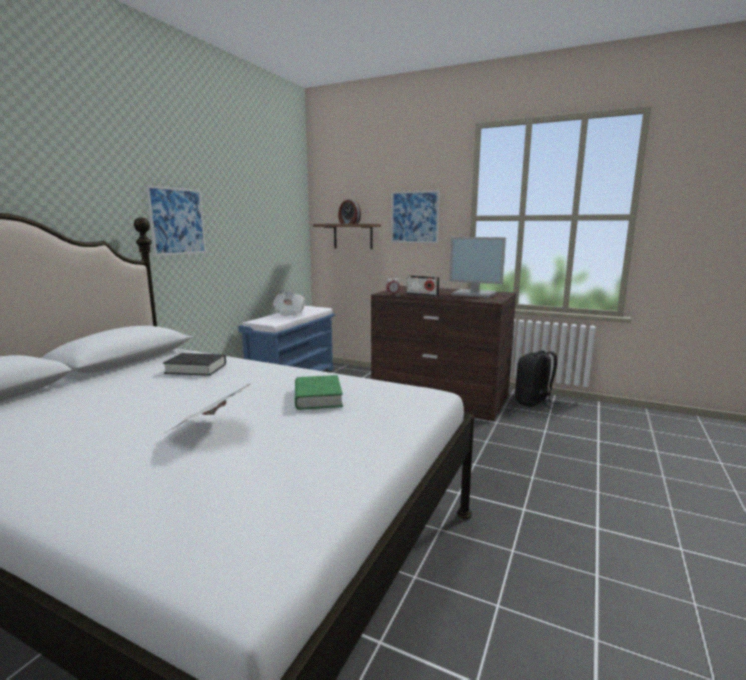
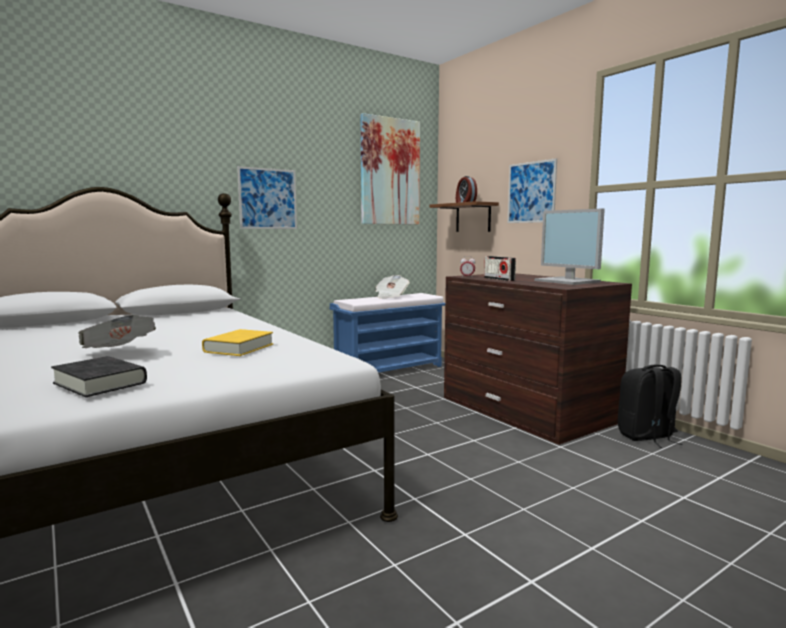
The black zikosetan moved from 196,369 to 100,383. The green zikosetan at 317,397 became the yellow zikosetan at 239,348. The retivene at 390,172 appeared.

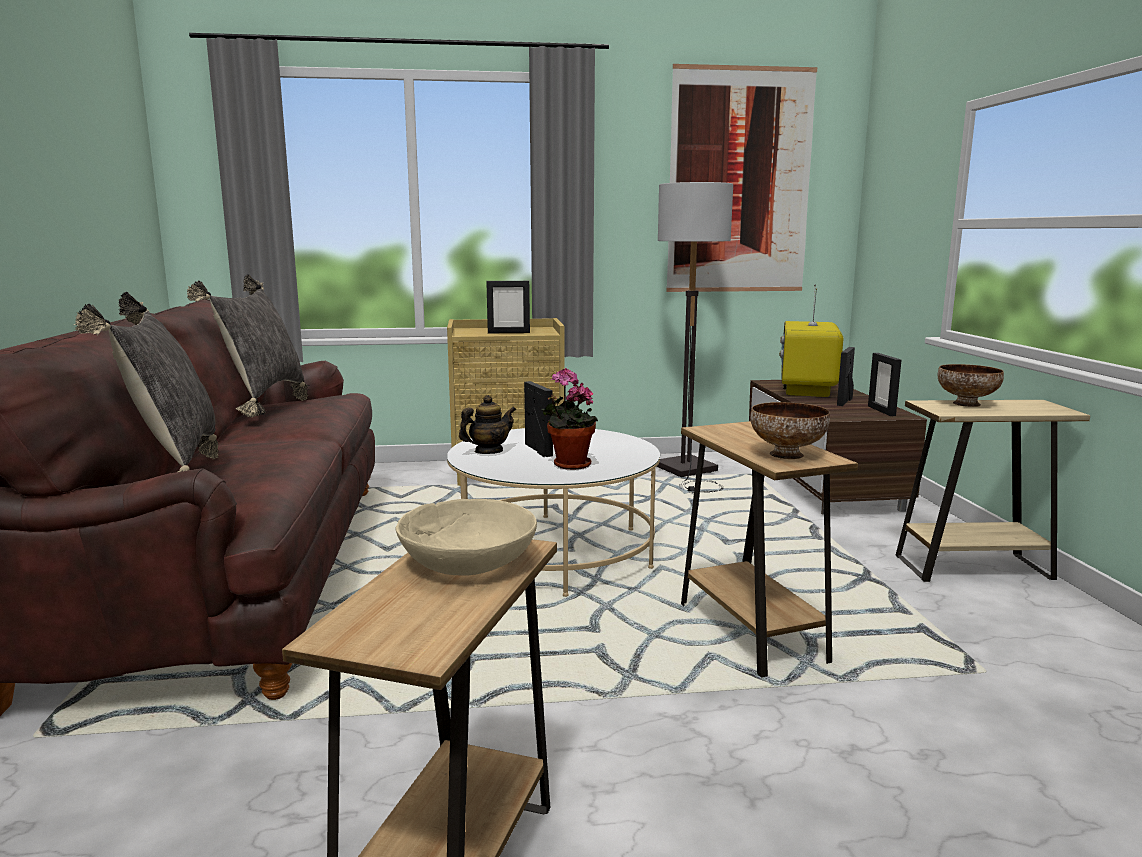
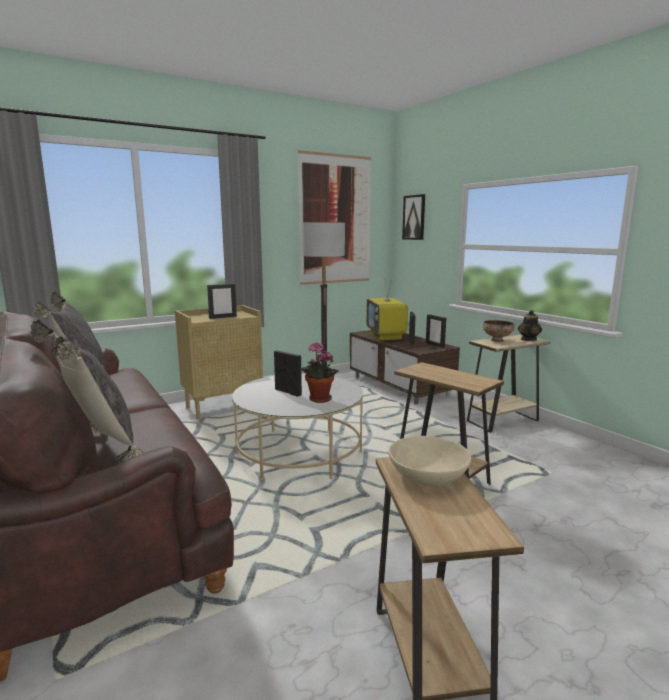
The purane moved from 488,451 to 528,339. The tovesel at 786,455 disappeared. The retivene at 414,217 appeared.

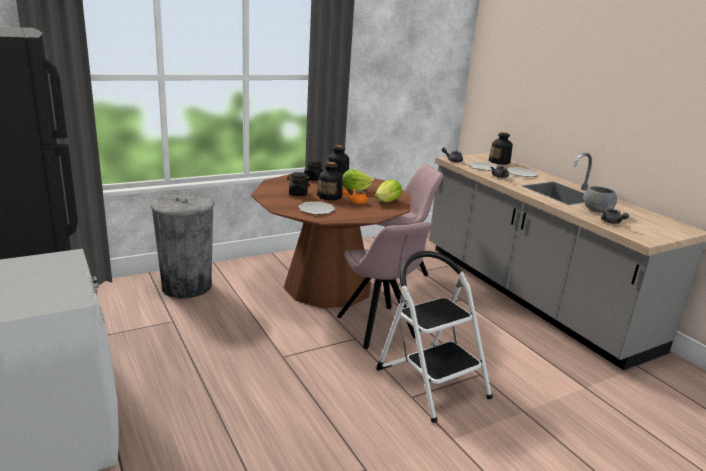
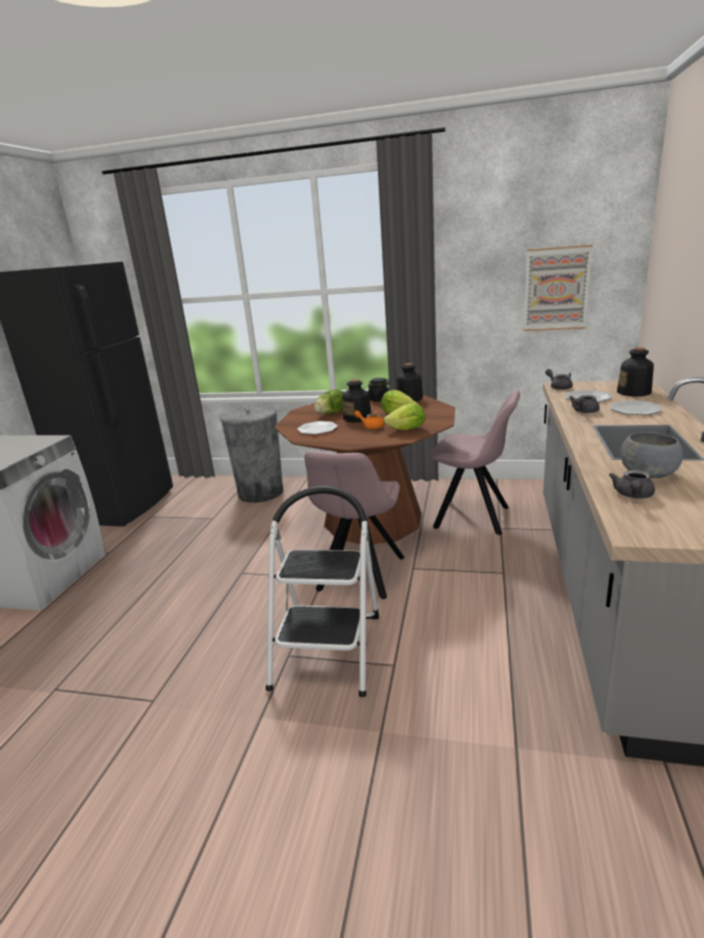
The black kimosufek at 298,194 was replaced by the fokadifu at 332,413. The retivene at 556,289 appeared.

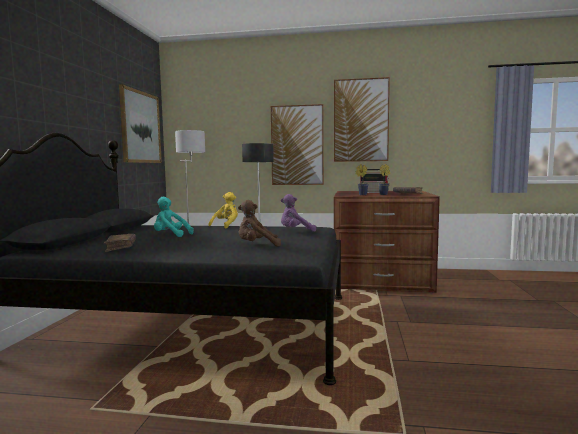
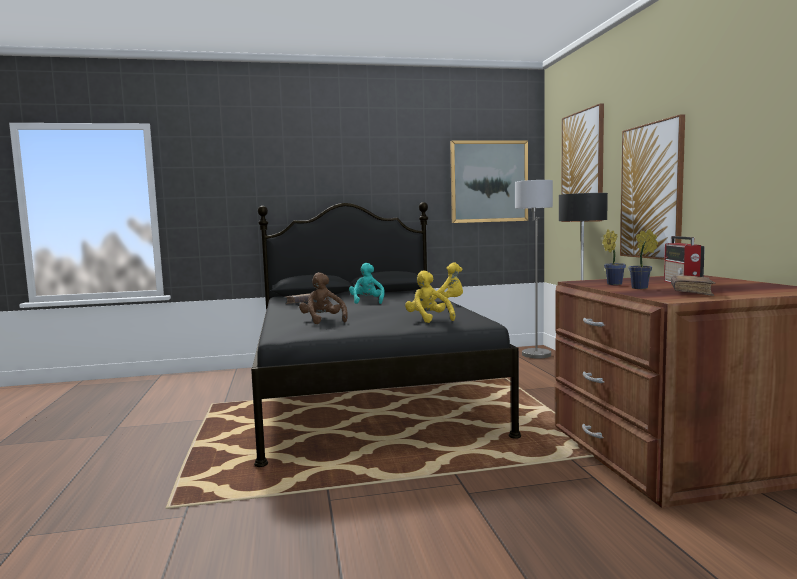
The retivene moved from 361,120 to 583,167. The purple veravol at 296,231 became the yellow veravol at 428,319.

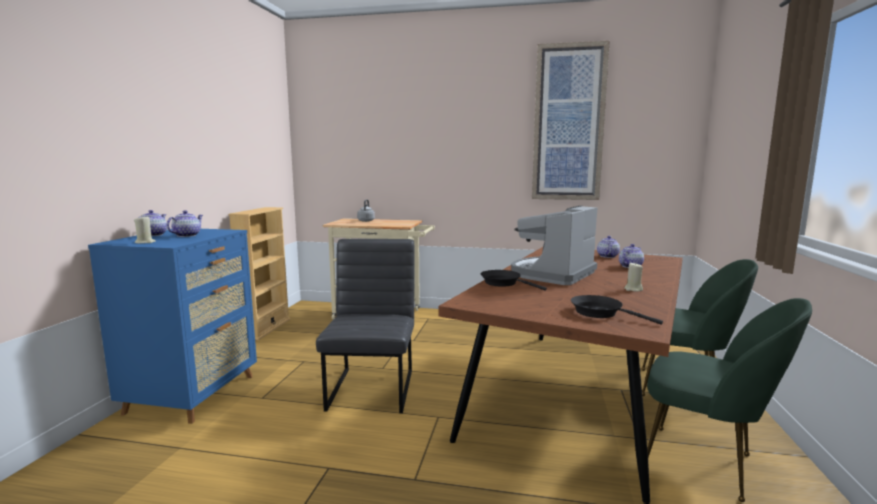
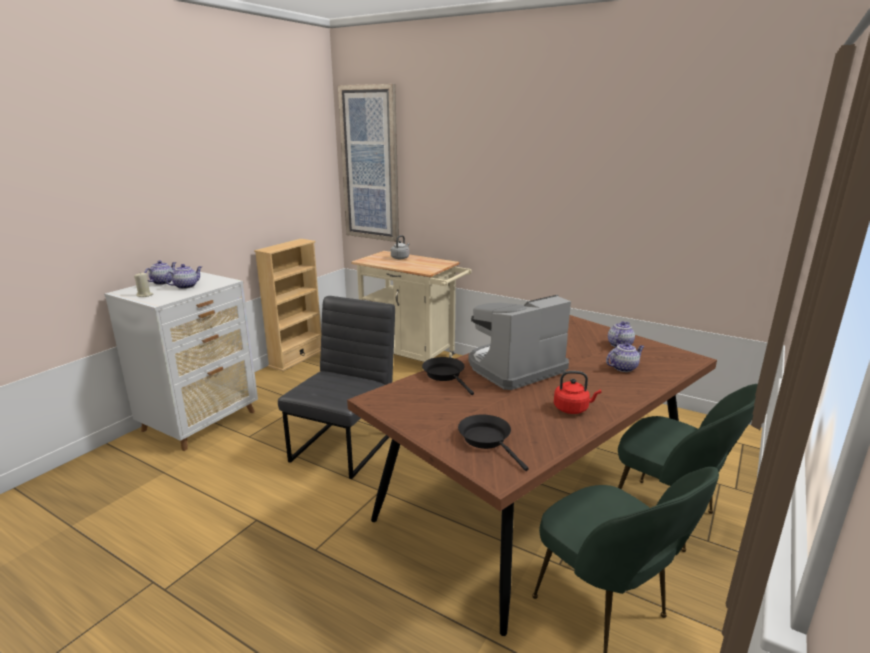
The retivene moved from 568,123 to 370,164. The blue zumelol at 193,393 became the white zumelol at 200,421. The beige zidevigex at 633,289 was replaced by the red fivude at 572,409.

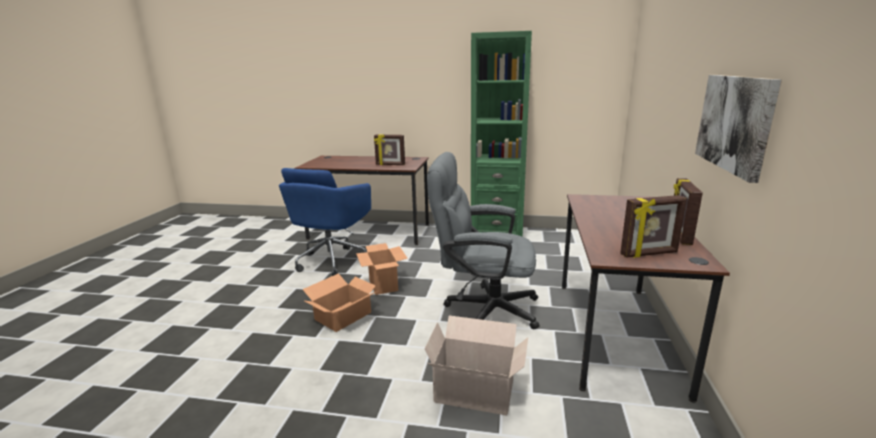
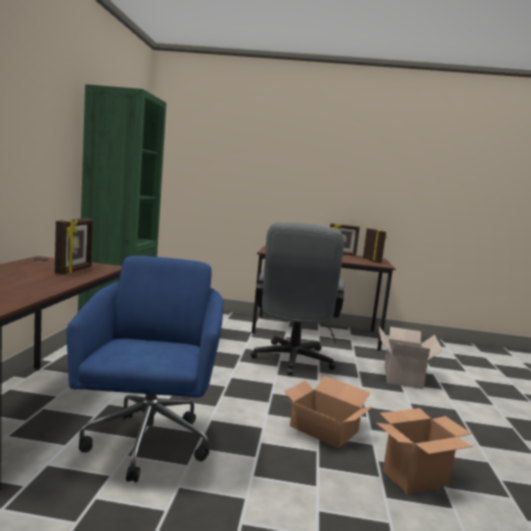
The retivene at 735,123 disappeared. The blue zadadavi at 333,260 turned 105 degrees counterclockwise. The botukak moved from 383,285 to 415,478.

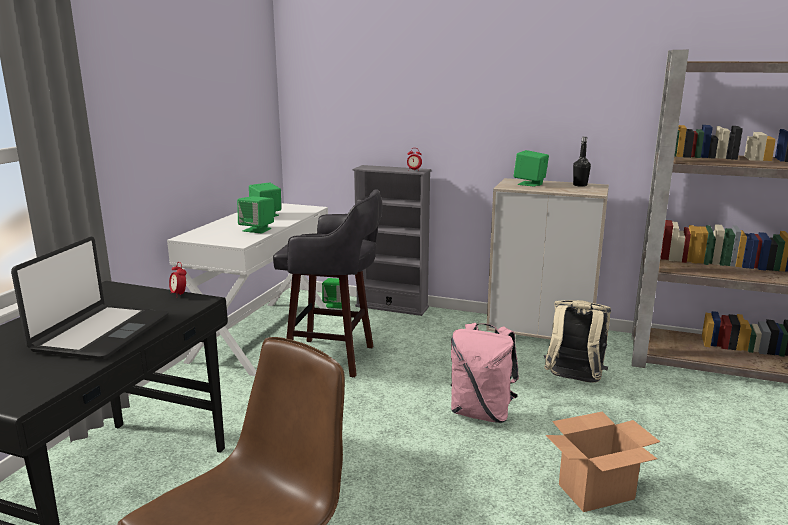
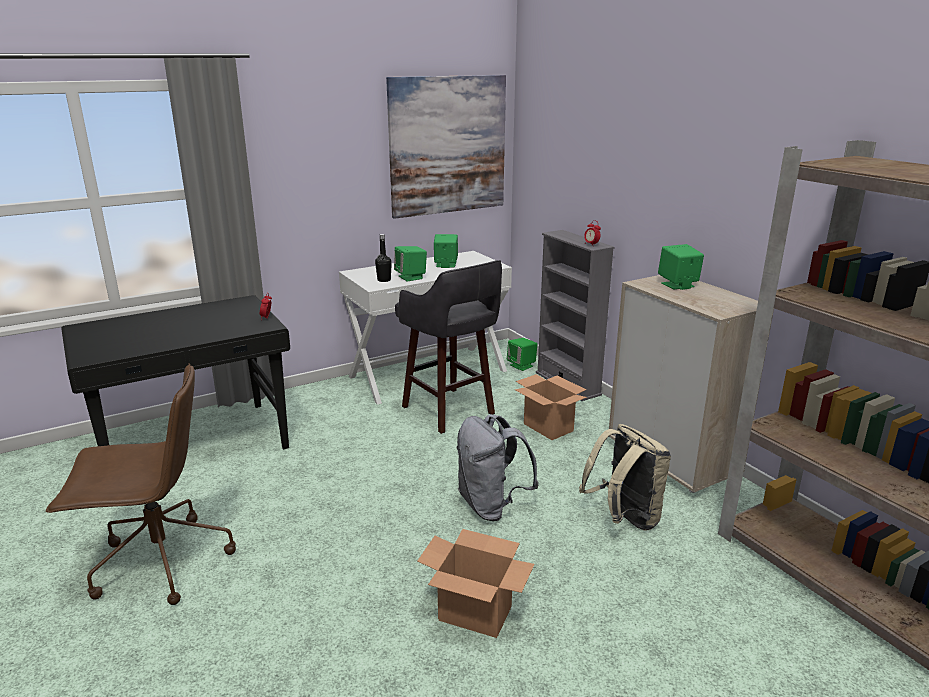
The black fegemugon moved from 580,185 to 384,280. The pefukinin at 101,333 disappeared. The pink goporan at 481,413 became the grey goporan at 491,506. The retivene at 448,145 appeared. The botukak at 547,427 appeared.

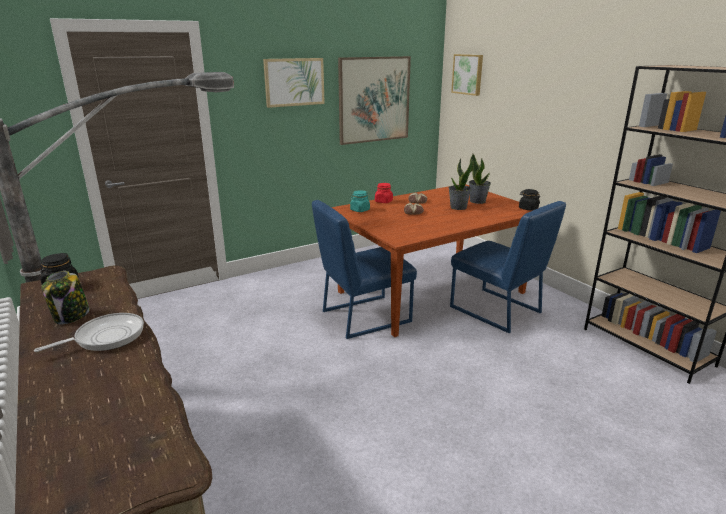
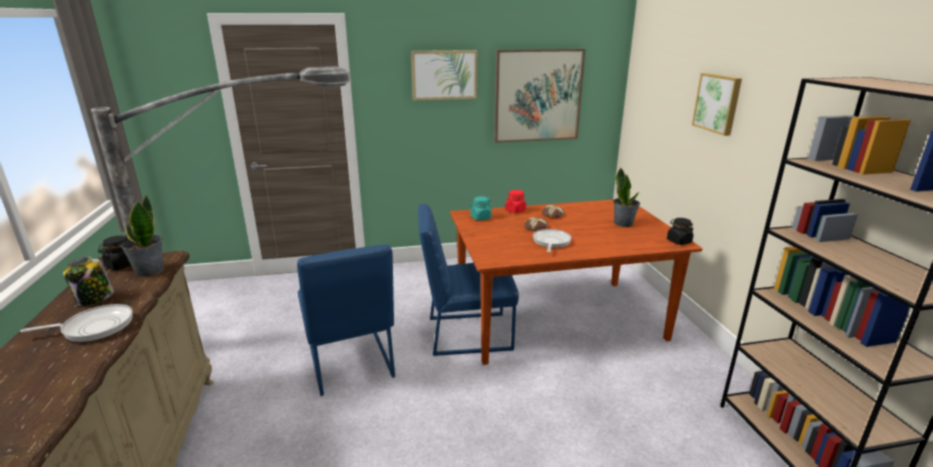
The retivene moved from 468,74 to 718,103. The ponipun moved from 458,207 to 149,270. The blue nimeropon moved from 497,310 to 350,362. The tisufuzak at 551,242 appeared.

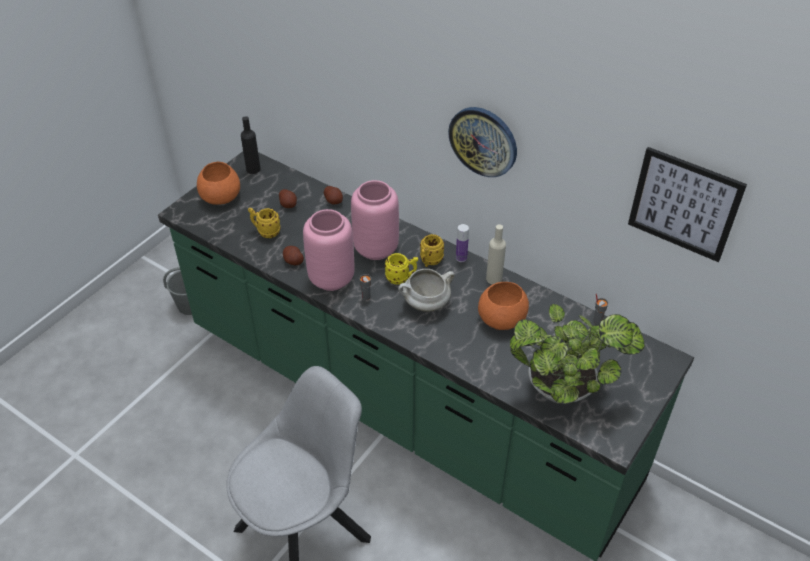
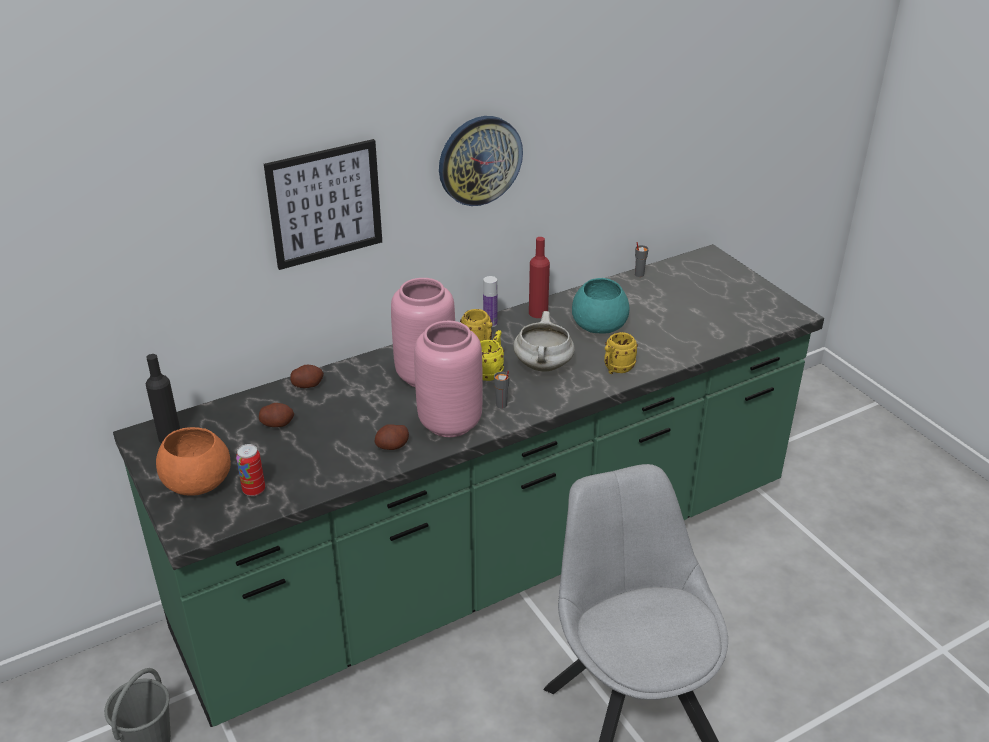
The retivene moved from 684,204 to 325,204. The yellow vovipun moved from 265,232 to 616,369. The beige fegemugon at 494,278 became the red fegemugon at 538,313. The orange tovesel at 502,318 became the turquoise tovesel at 599,324. The ponipun at 565,389 disappeared. The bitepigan at 254,490 appeared.

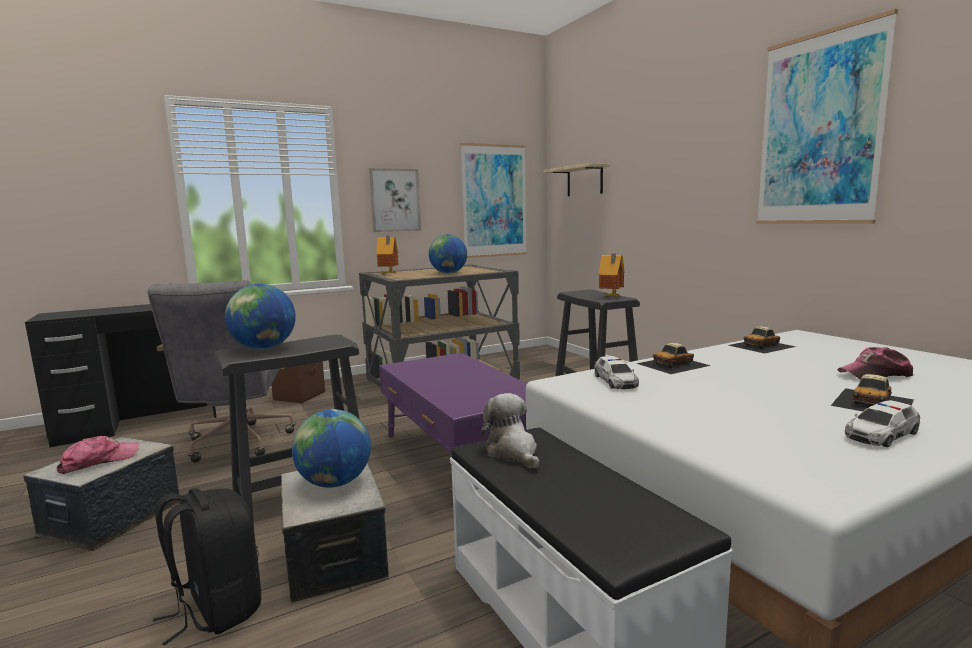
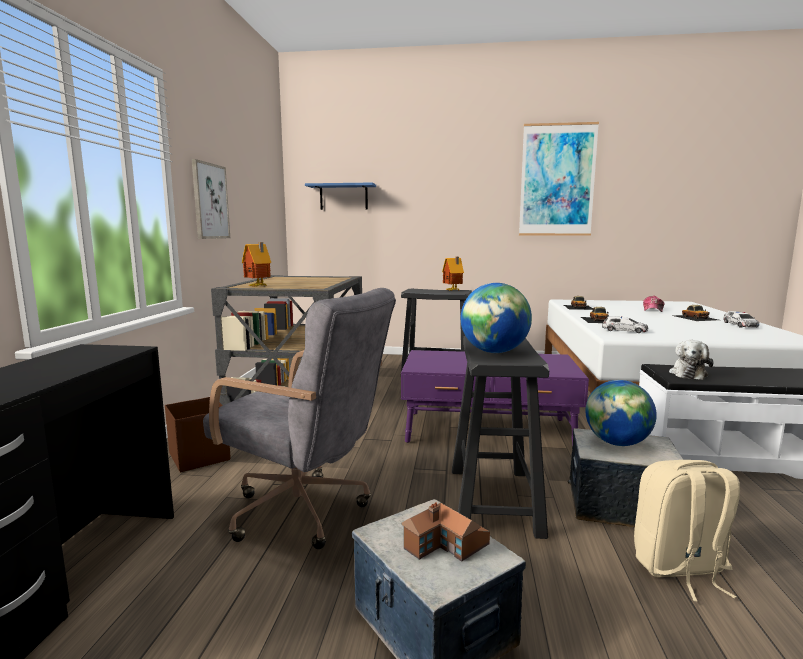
The retivene at 494,201 disappeared. The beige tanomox at 584,181 became the blue tanomox at 343,197. The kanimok at 448,273 disappeared. The veravol at 513,452 turned 75 degrees counterclockwise. The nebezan at 99,461 was replaced by the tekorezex at 446,545. The black goporan at 216,609 became the beige goporan at 680,569.

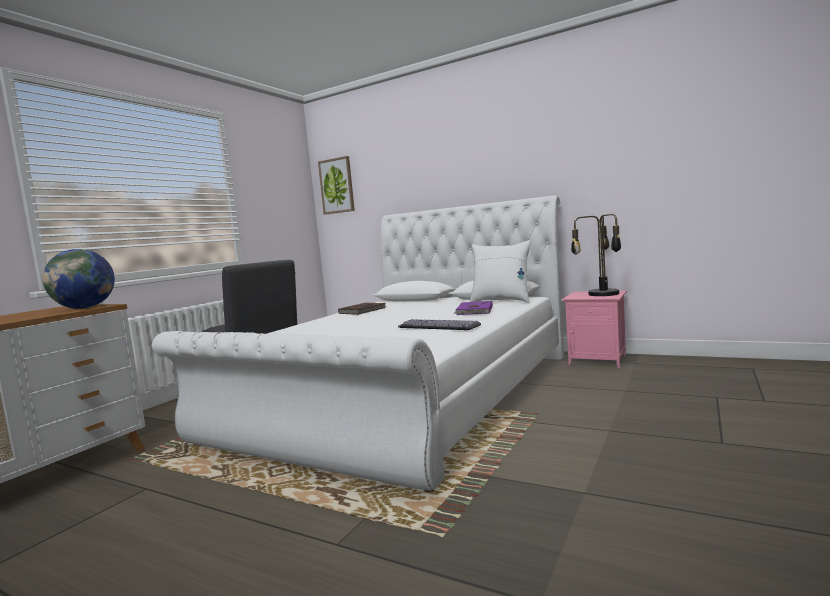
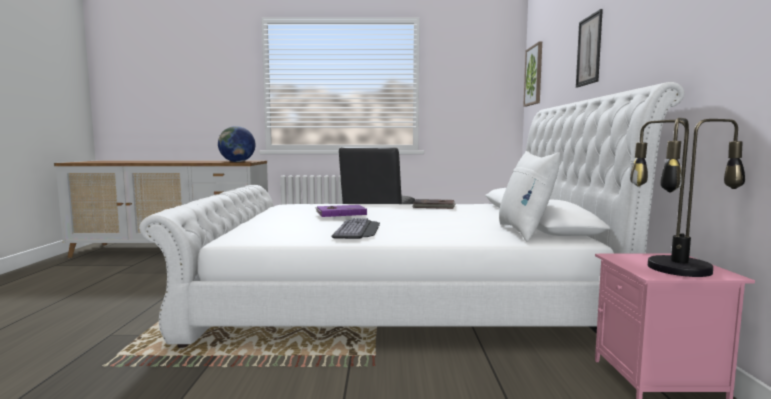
The purple zikosetan moved from 474,310 to 340,213. The retivene at 589,50 appeared.

